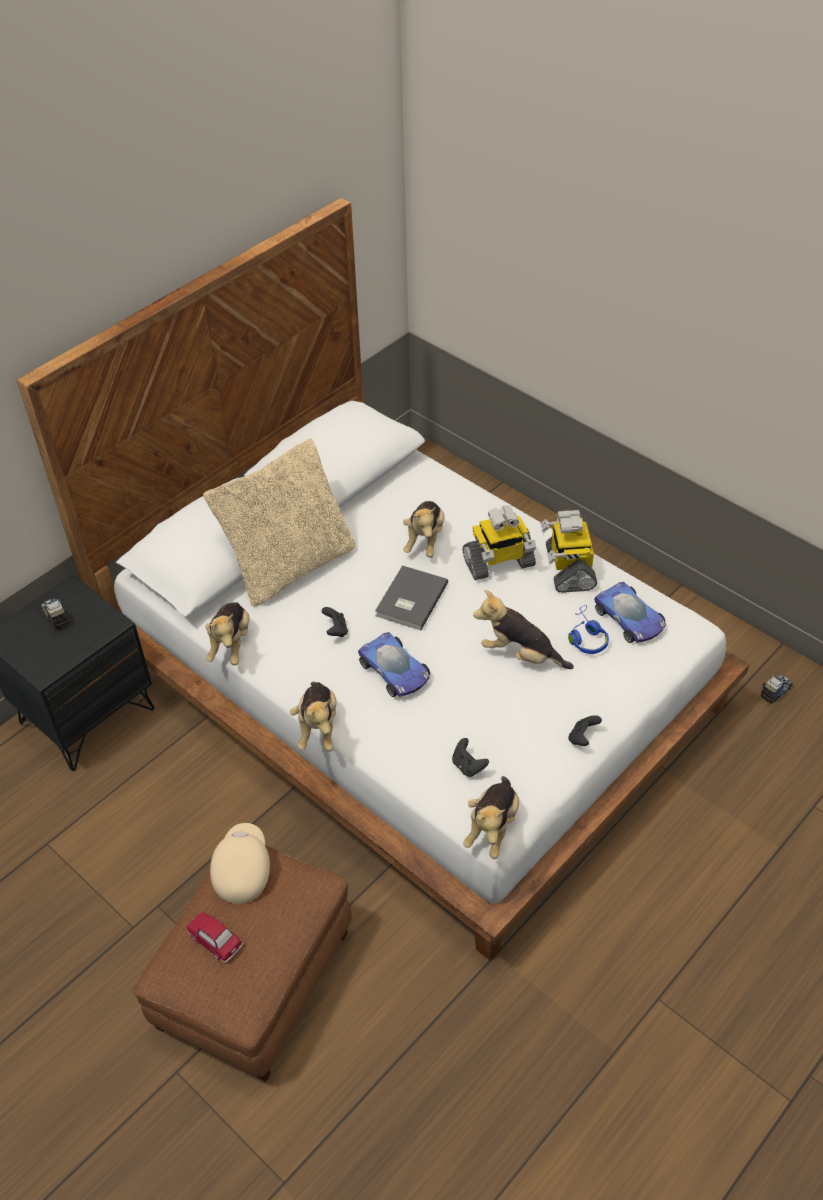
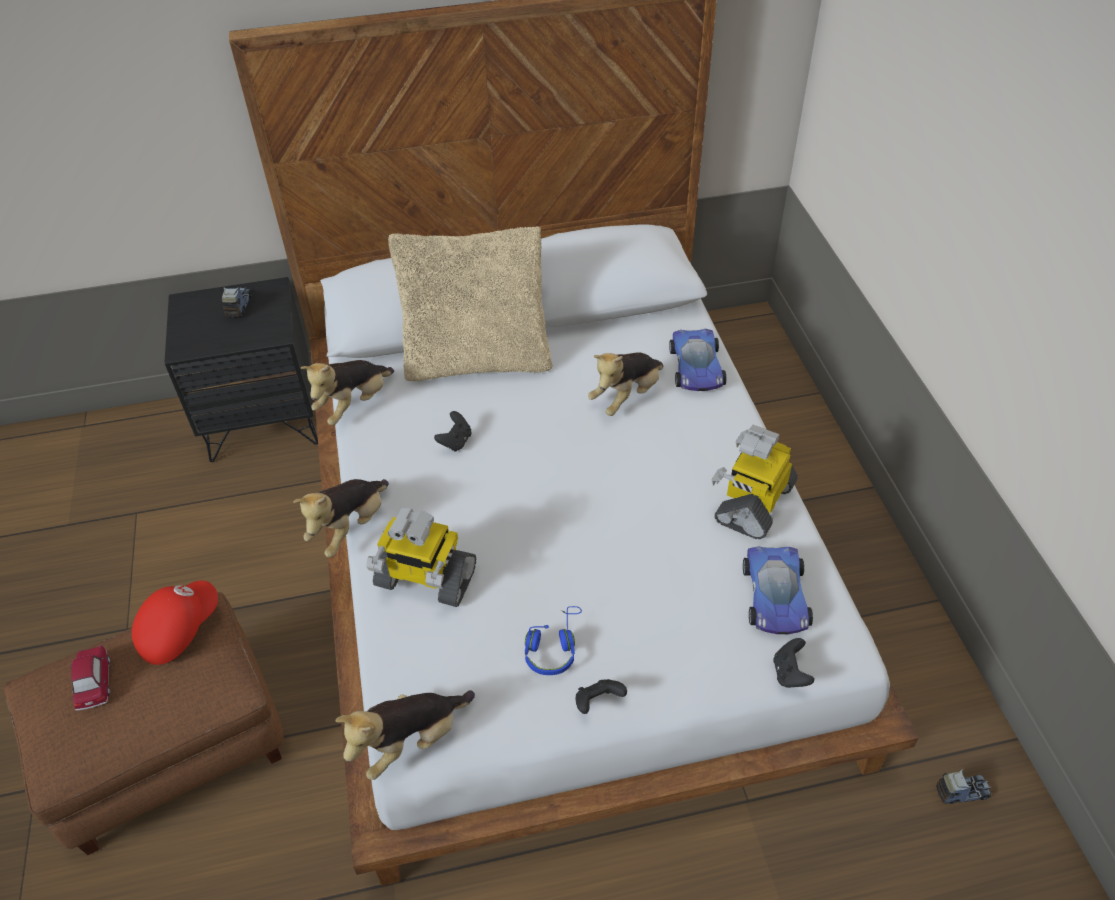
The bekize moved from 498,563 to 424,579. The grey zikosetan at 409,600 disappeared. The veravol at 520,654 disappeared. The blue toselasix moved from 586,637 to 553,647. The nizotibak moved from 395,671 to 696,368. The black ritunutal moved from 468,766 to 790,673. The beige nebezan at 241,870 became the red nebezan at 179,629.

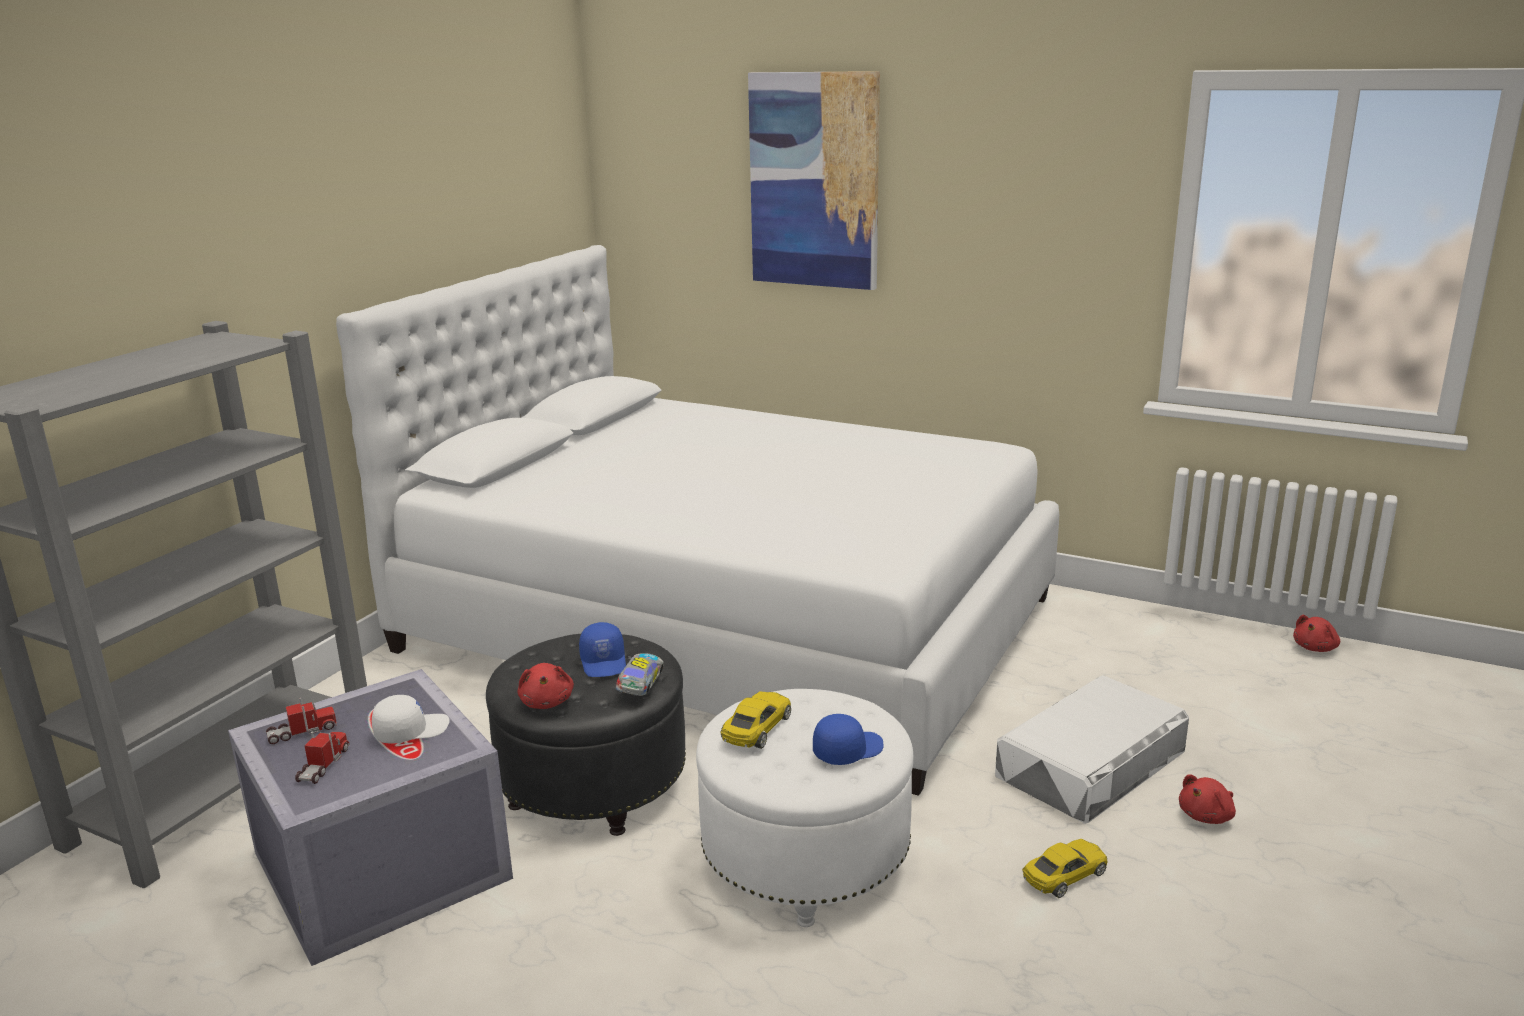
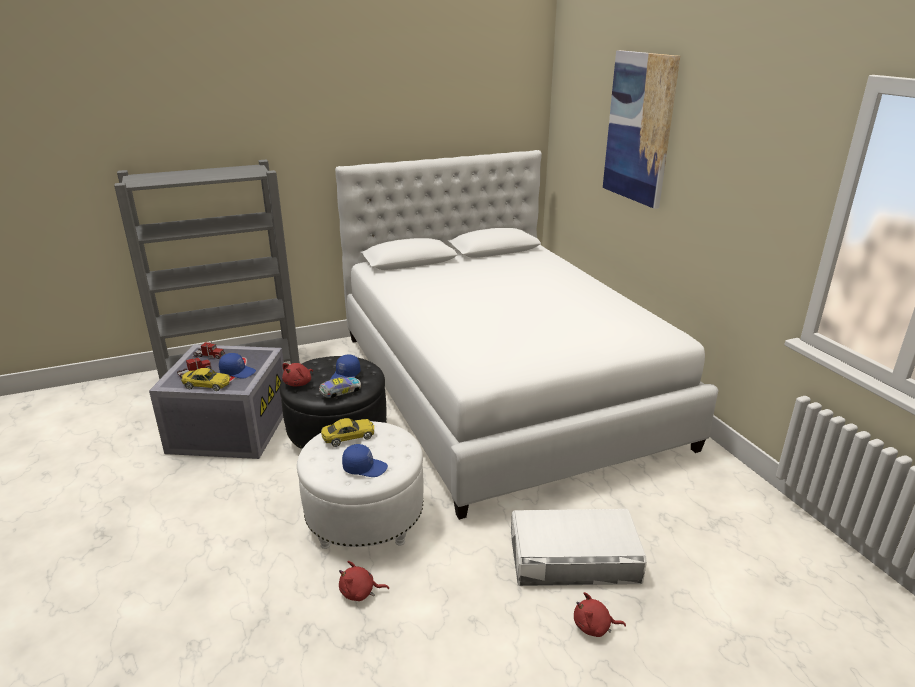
The red veravol moved from 1315,648 to 360,592. The white nebezan at 411,730 became the blue nebezan at 238,372. The yellow nizotibak moved from 1064,875 to 207,385.

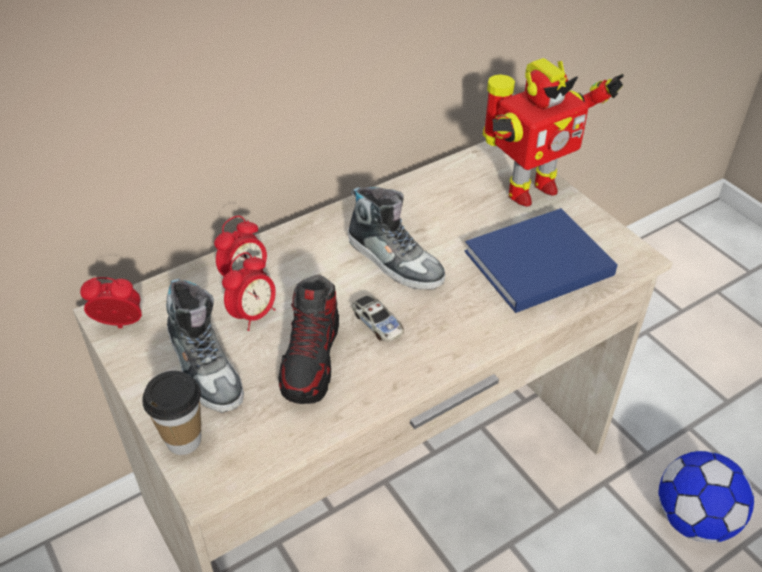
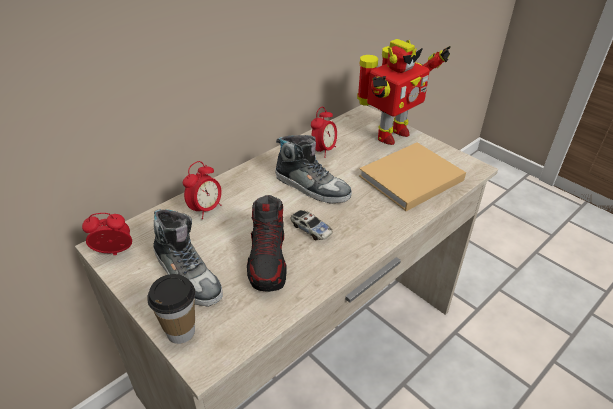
The blue zikosetan at 534,264 became the beige zikosetan at 409,179. The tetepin moved from 253,315 to 323,150. The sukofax at 693,519 disappeared.

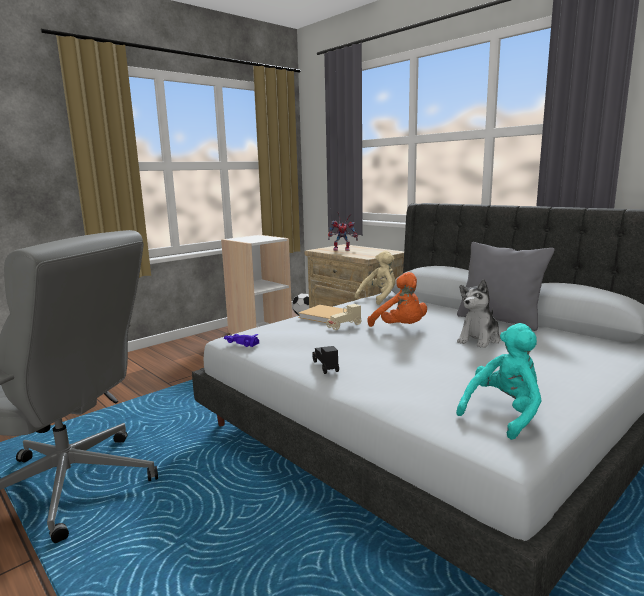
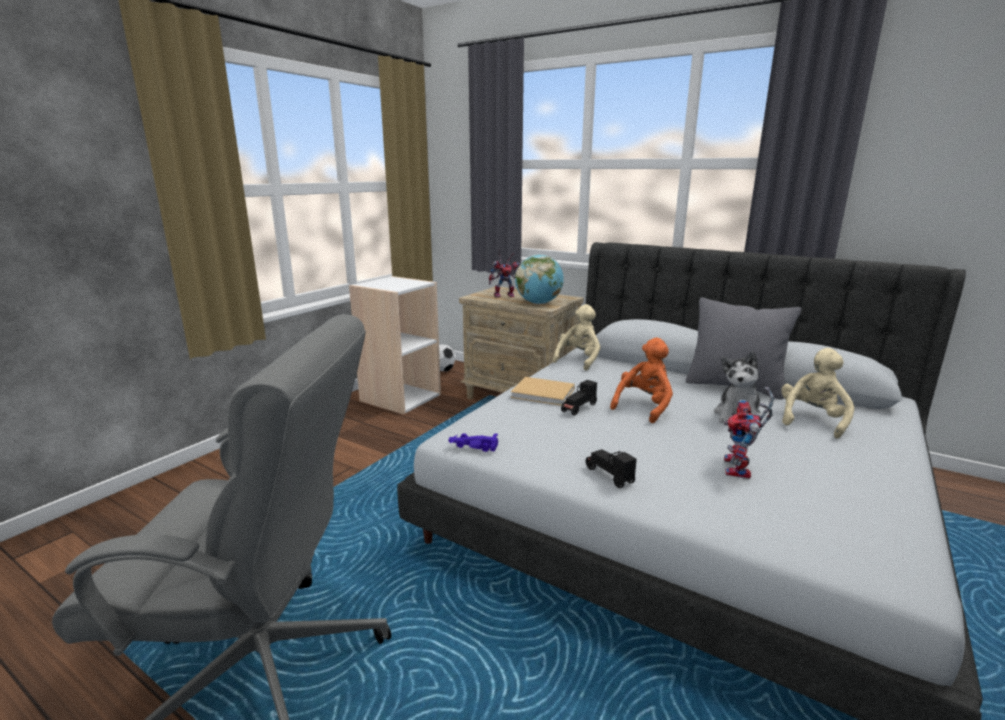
The orange veravol at 401,328 turned 90 degrees counterclockwise. The beige nizotibak at 344,326 became the black nizotibak at 579,408. The turquoise veravol at 504,414 disappeared. The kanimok at 538,303 appeared. The beige veravol at 812,420 appeared. The bekize at 740,470 appeared.

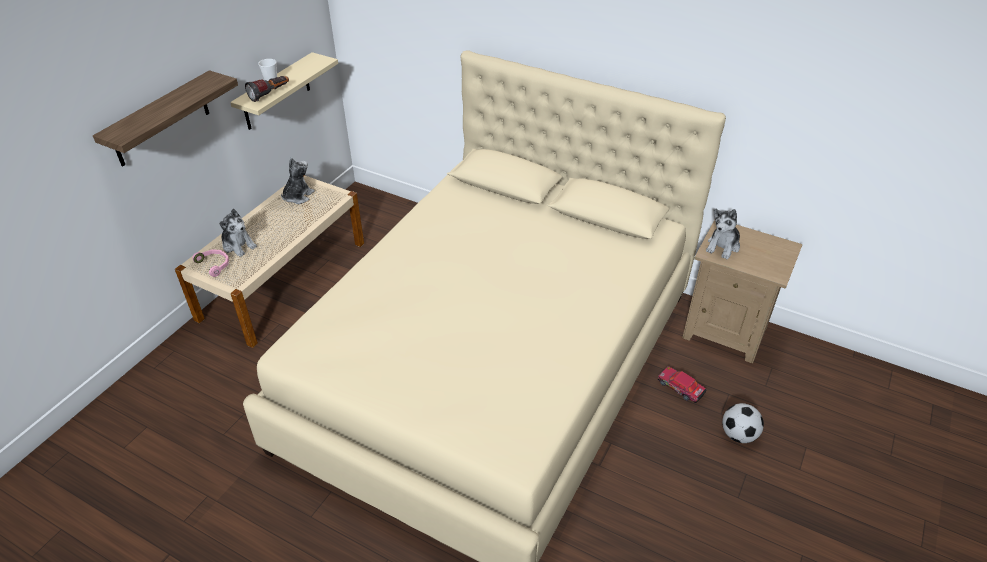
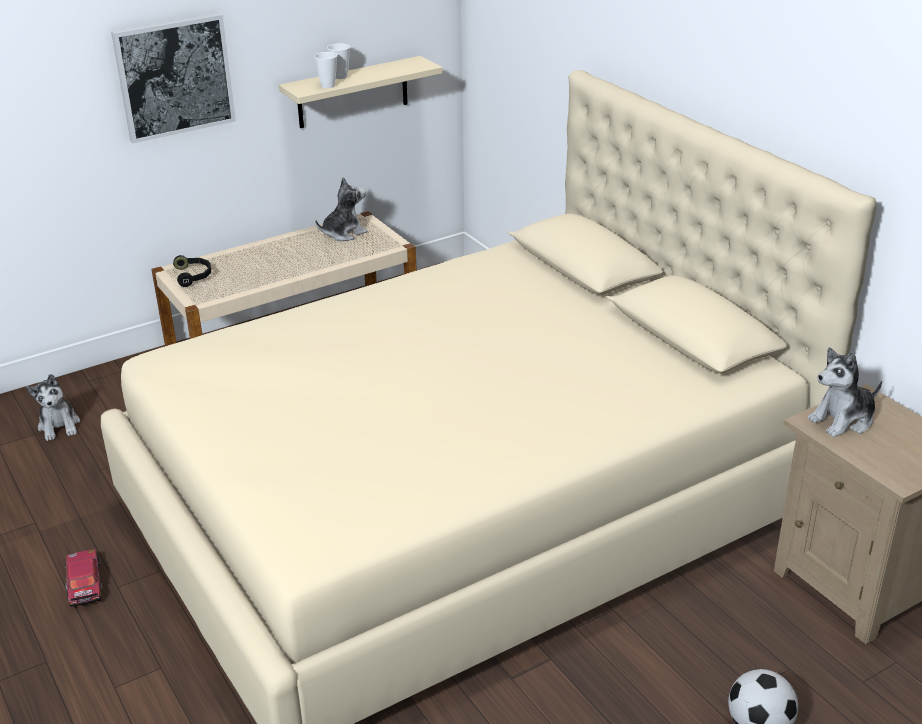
The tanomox at 160,119 was replaced by the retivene at 174,77. The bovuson at 270,95 was replaced by the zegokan at 328,86. The veravol moved from 238,245 to 59,426. The pink toselasix at 214,265 became the black toselasix at 194,276. The nizotibak moved from 680,388 to 84,584.

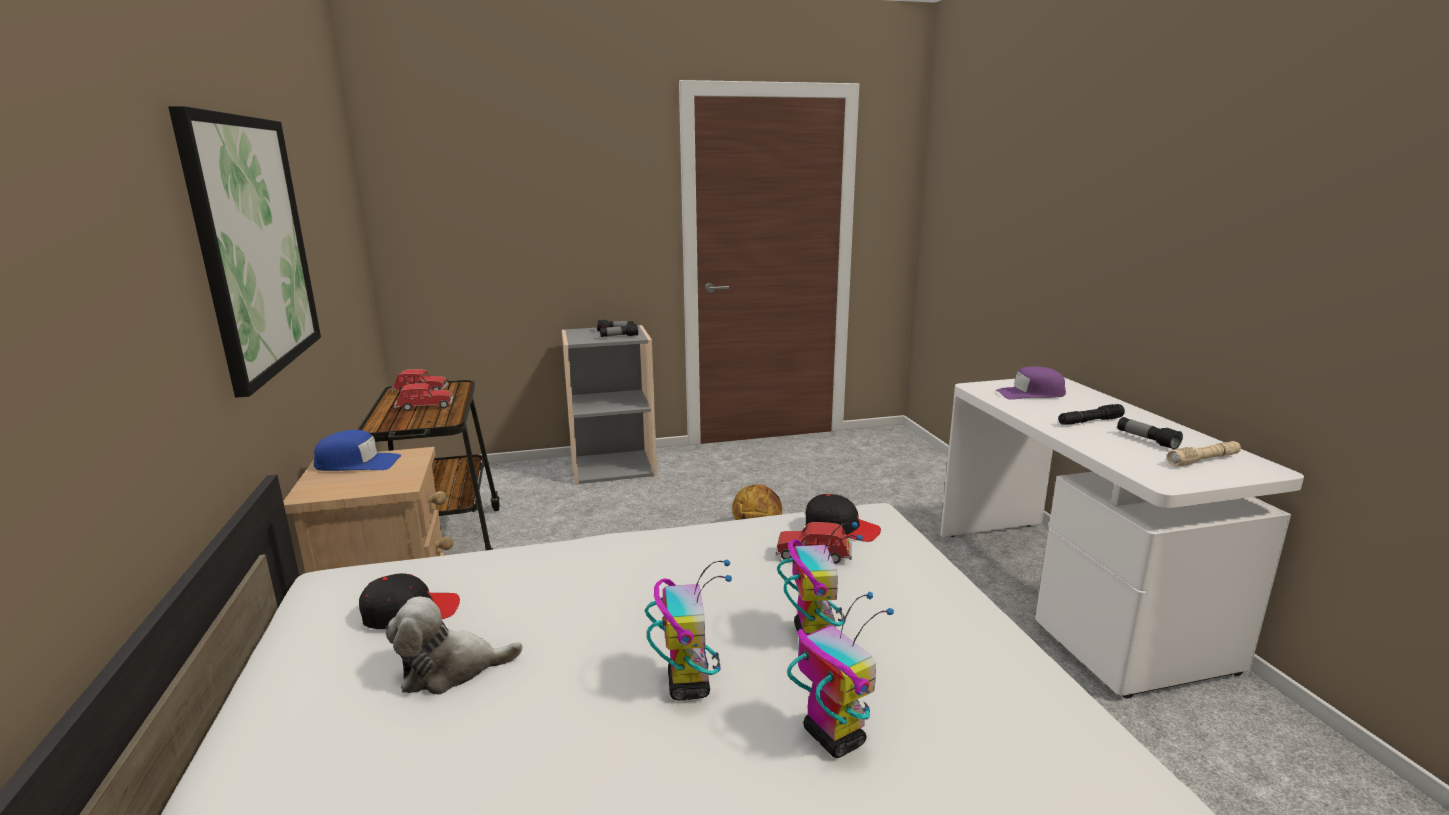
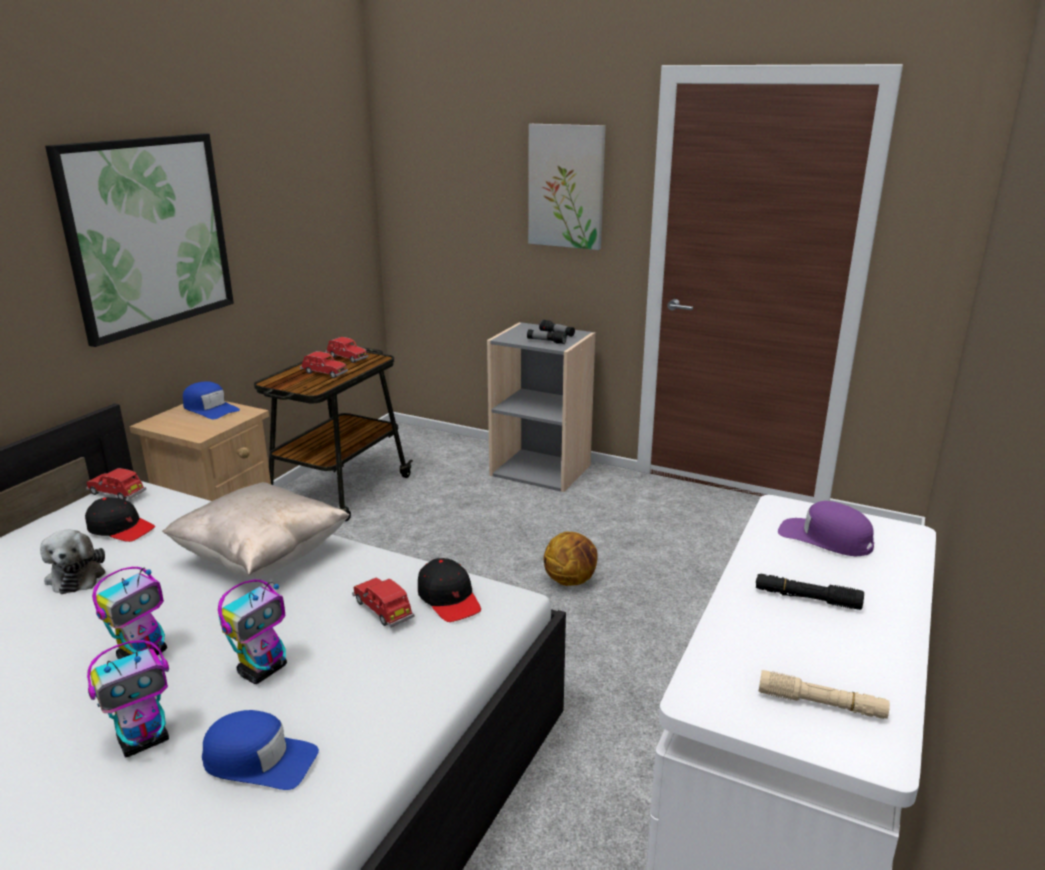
The bovuson at 1146,440 disappeared. The bekize at 832,736 turned 45 degrees clockwise. The veravol at 450,669 turned 135 degrees counterclockwise. The retivene at 566,186 appeared. The red nizotibak at 117,494 appeared. The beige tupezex at 262,557 appeared. The blue nebezan at 259,760 appeared.

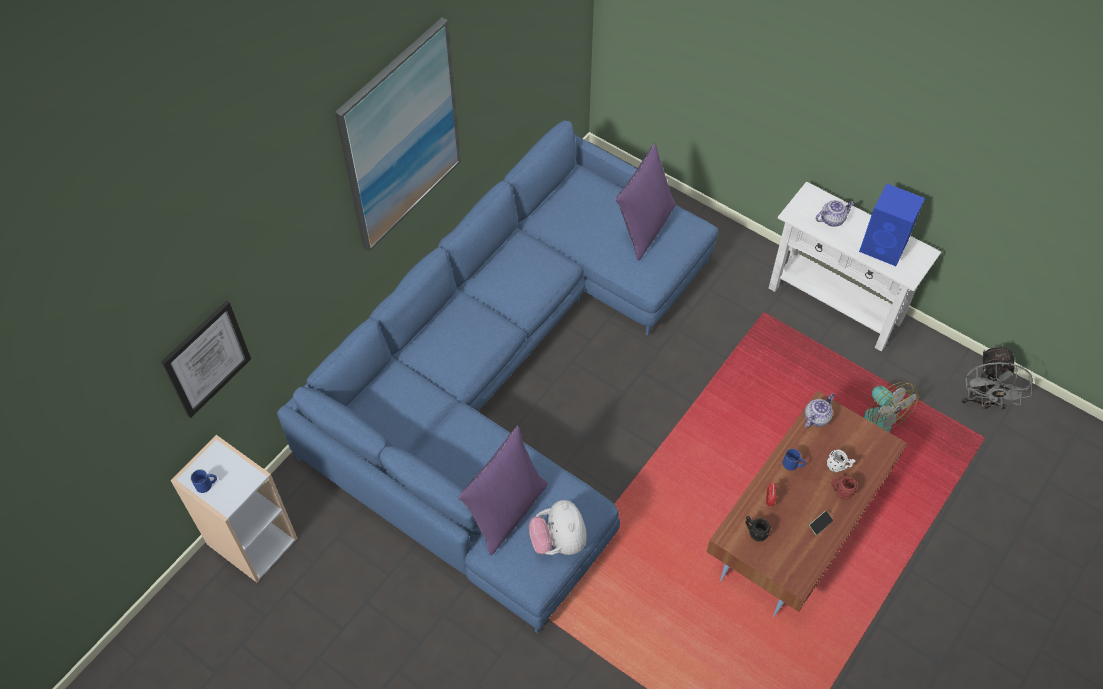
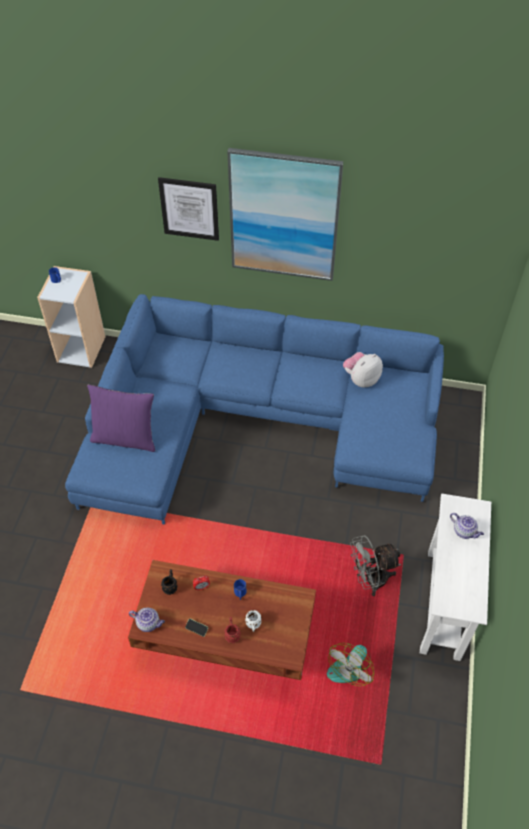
The purple tupezex at 644,227 disappeared. The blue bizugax at 884,247 disappeared. The retivene moved from 206,359 to 189,208. The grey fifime moved from 983,402 to 370,580. The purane moved from 816,417 to 149,623. The veravol moved from 558,541 to 361,379.

